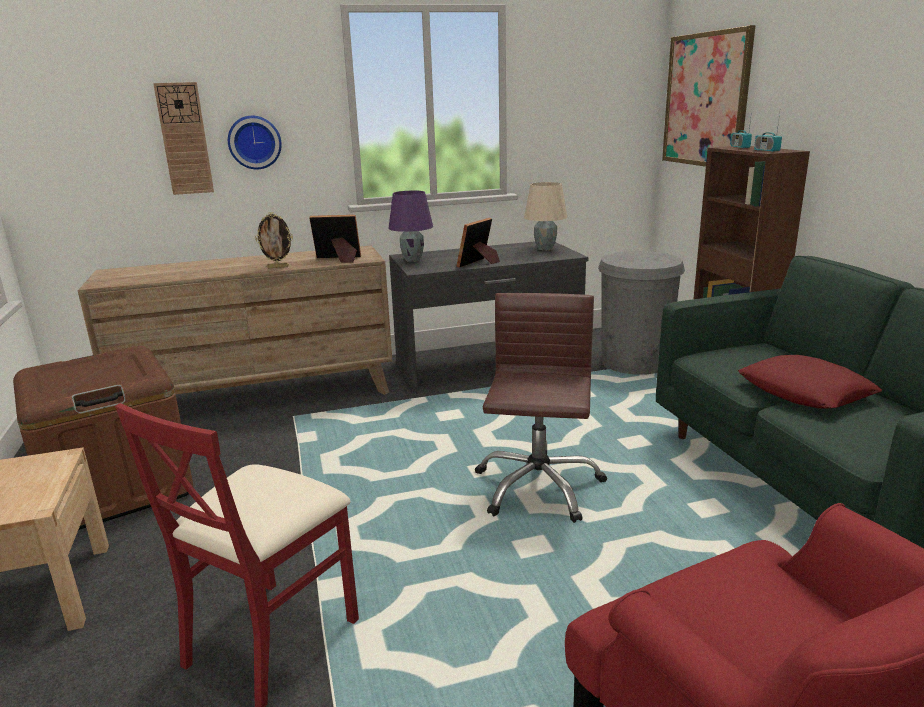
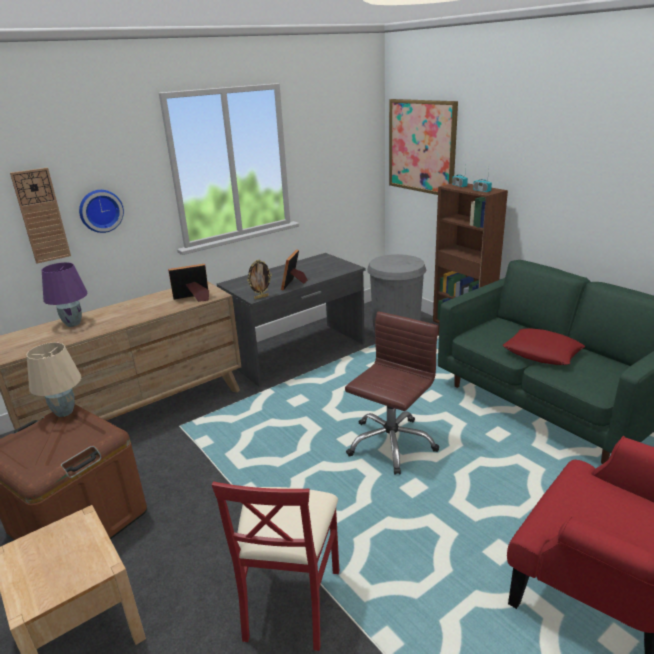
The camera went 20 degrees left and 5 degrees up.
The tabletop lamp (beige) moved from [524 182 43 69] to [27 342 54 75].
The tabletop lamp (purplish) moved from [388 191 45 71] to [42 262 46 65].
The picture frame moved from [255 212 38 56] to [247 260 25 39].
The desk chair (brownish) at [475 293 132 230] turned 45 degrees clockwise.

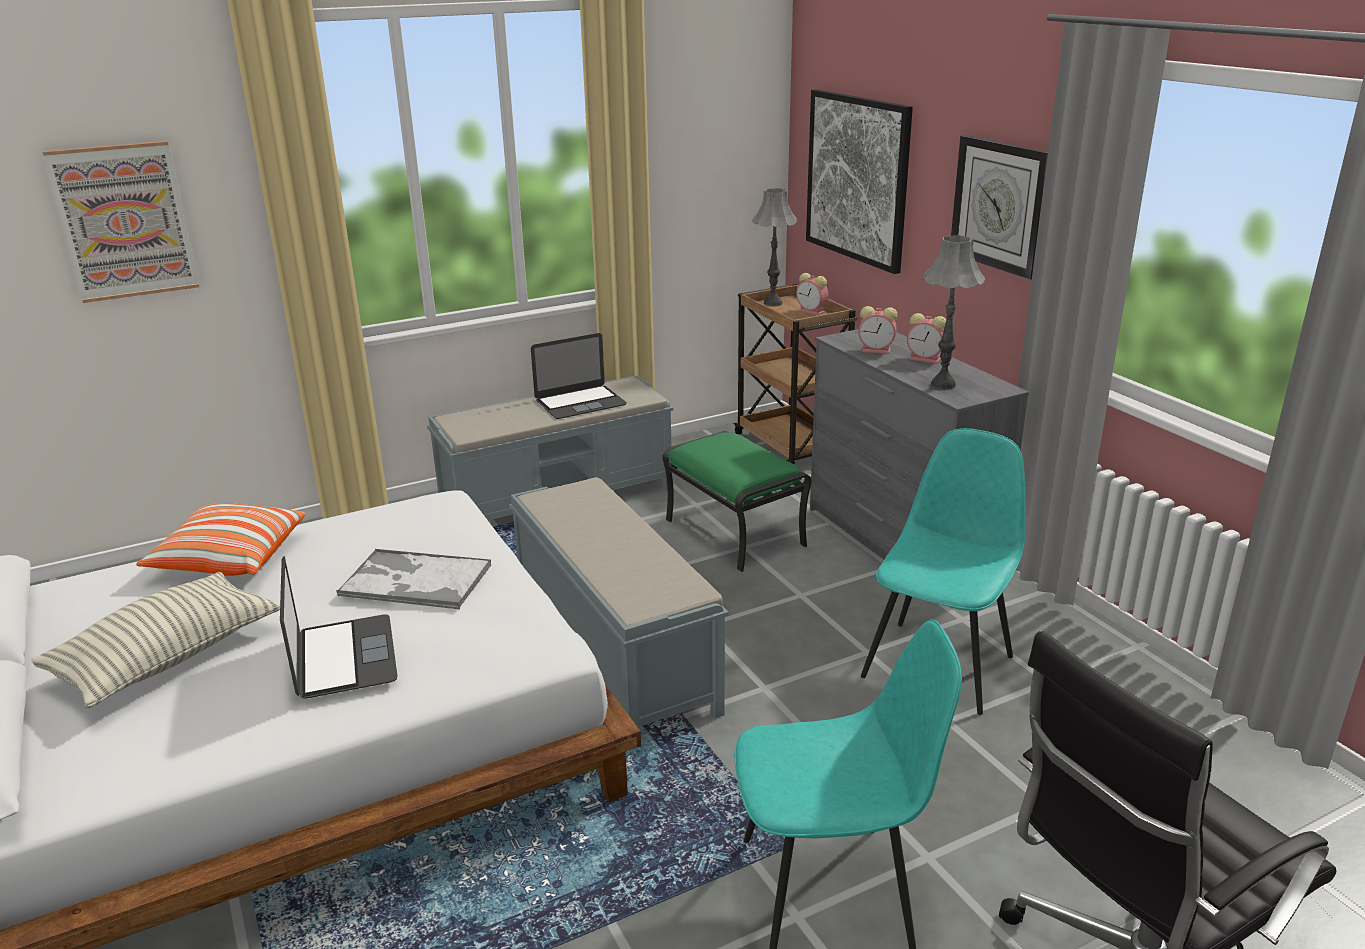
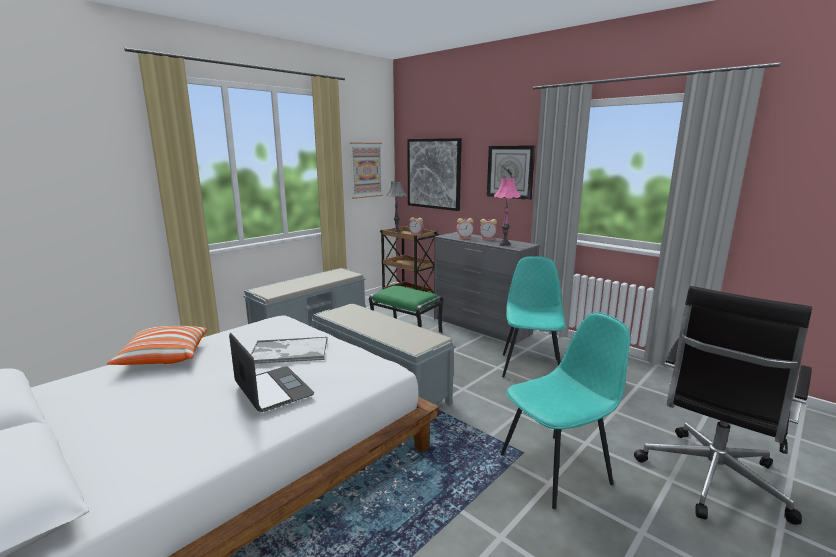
The camera went 20 degrees left and 10 degrees down.
The picture moved from [43 141 156 162] to [350 143 33 56].
The tabletop lamp (greyish) at [923 235 62 155] became the tabletop lamp (pinkish) at [494 178 27 68].
The notebook computer at [531 333 96 86] disappeared.
The cushion at [31 572 249 136] disappeared.

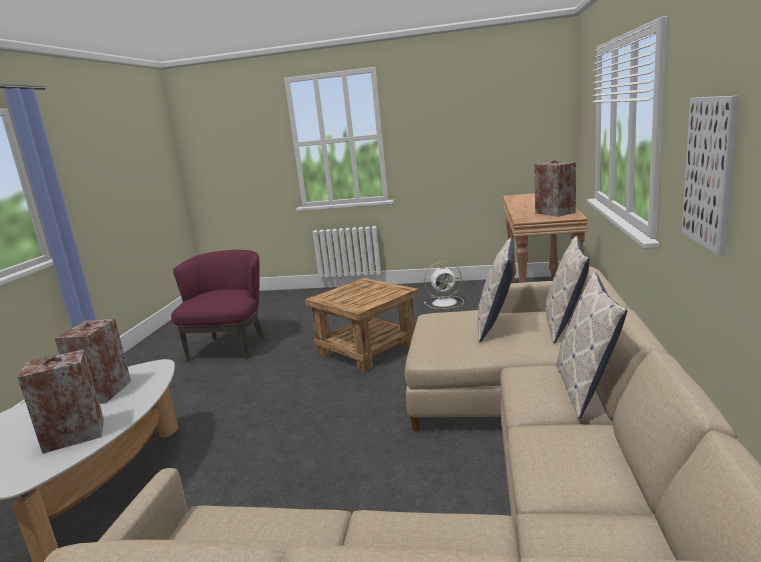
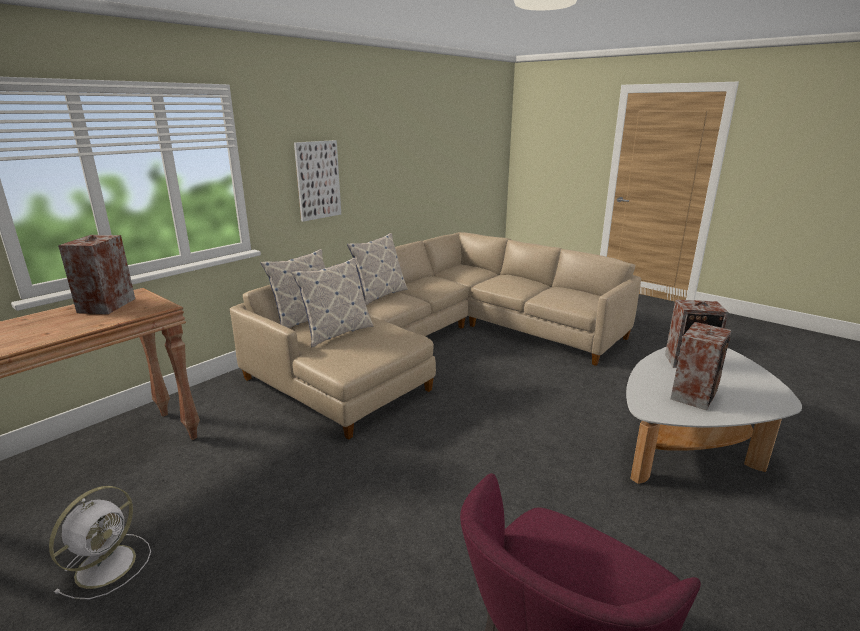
The camera went 150 degrees left and 5 degrees up.
The cooling fan (whitish) at [424 261 40 48] turned 90 degrees clockwise.
The end table (brownish) at [305 278 114 93] disappeared.

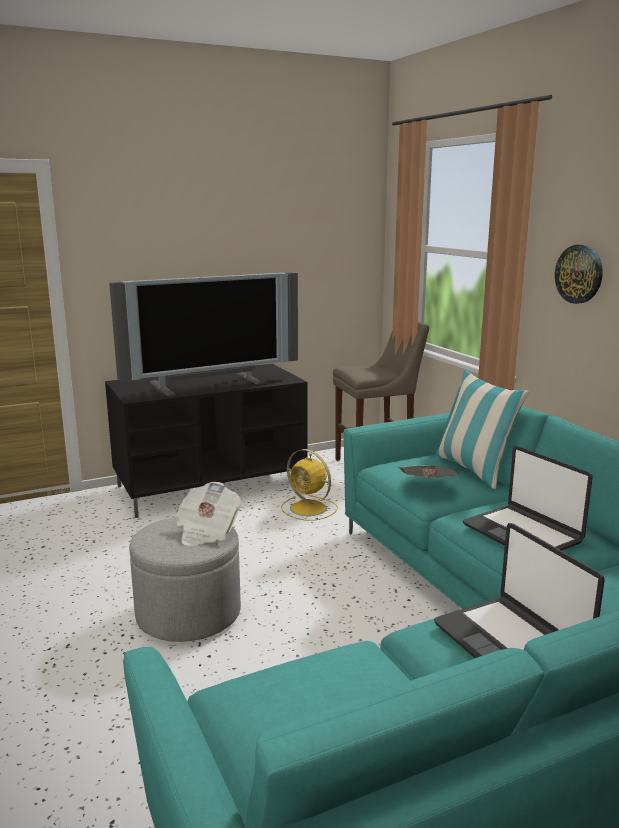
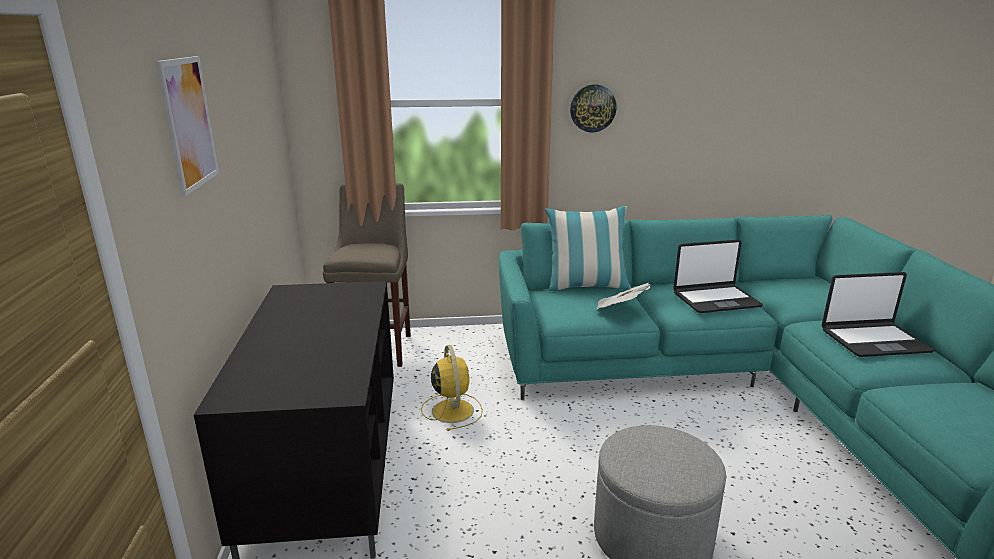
The camera went 70 degrees left and 5 degrees up.
The television at [109 272 189 124] disappeared.
The cooling fan (yellowish) at [281 449 57 72] turned 75 degrees counterclockwise.
The daily paper at [176 482 66 64] disappeared.
The picture at [156 56 63 140] appeared.

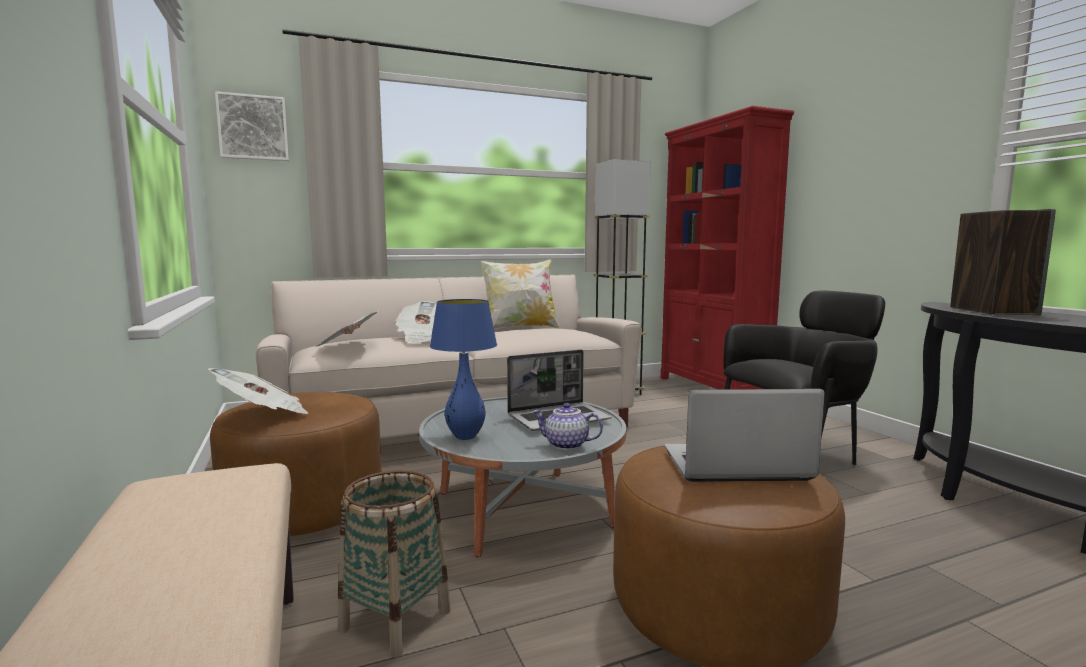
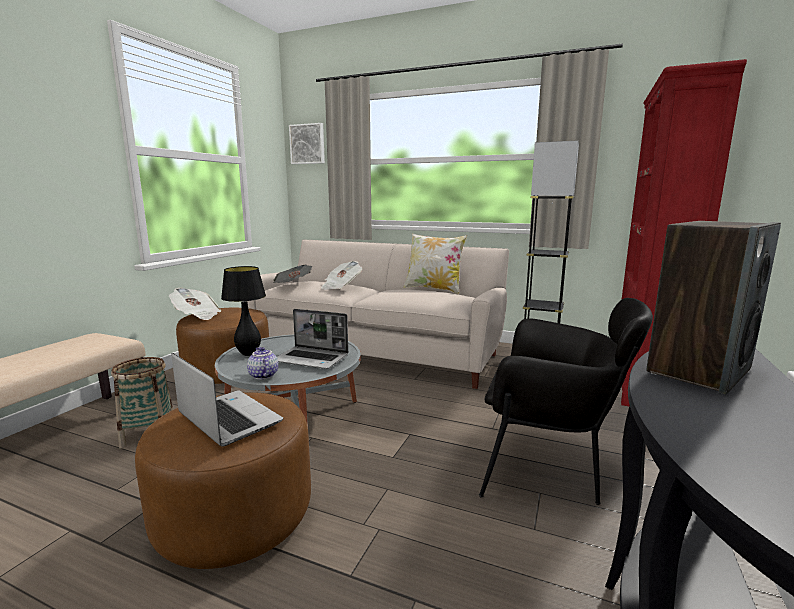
The camera went 45 degrees right and 5 degrees up.
The tabletop lamp (blue) at [430 299 67 141] became the tabletop lamp (blackish) at [221 266 45 90].

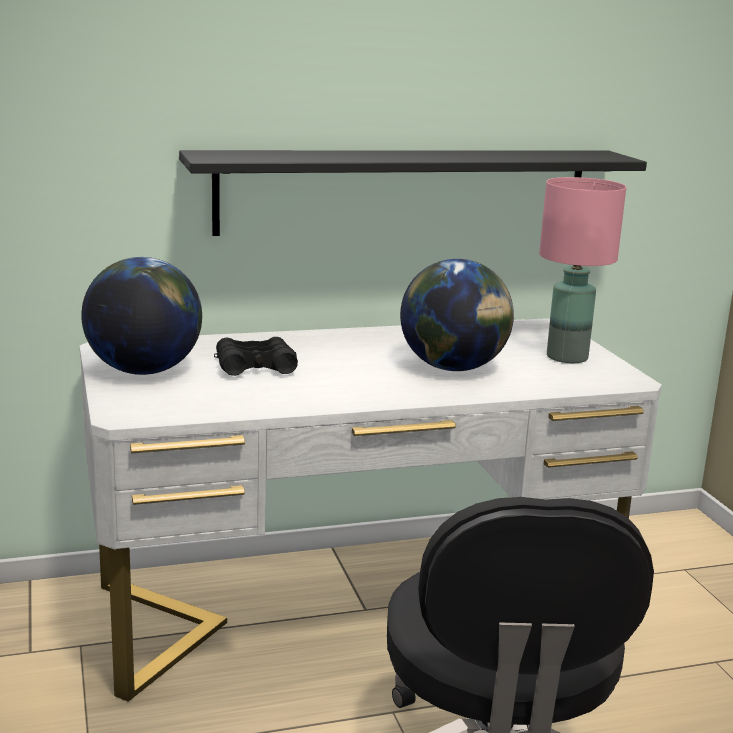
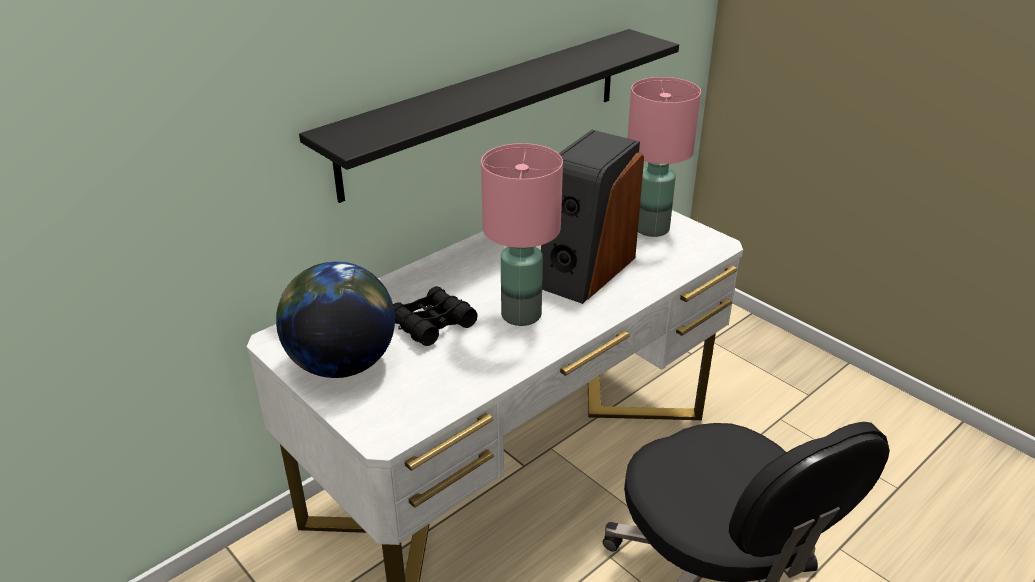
The camera went 25 degrees left and 15 degrees up.
The desk globe at [400 259 114 112] was replaced by the loudspeaker at [541 130 103 174].
The tabletop lamp (pinkish) at [481 143 82 183] appeared.

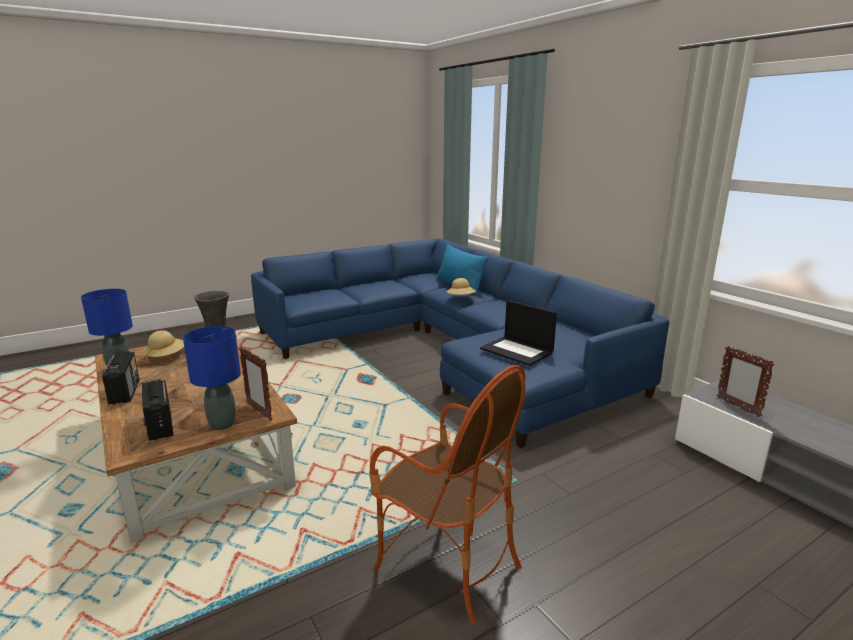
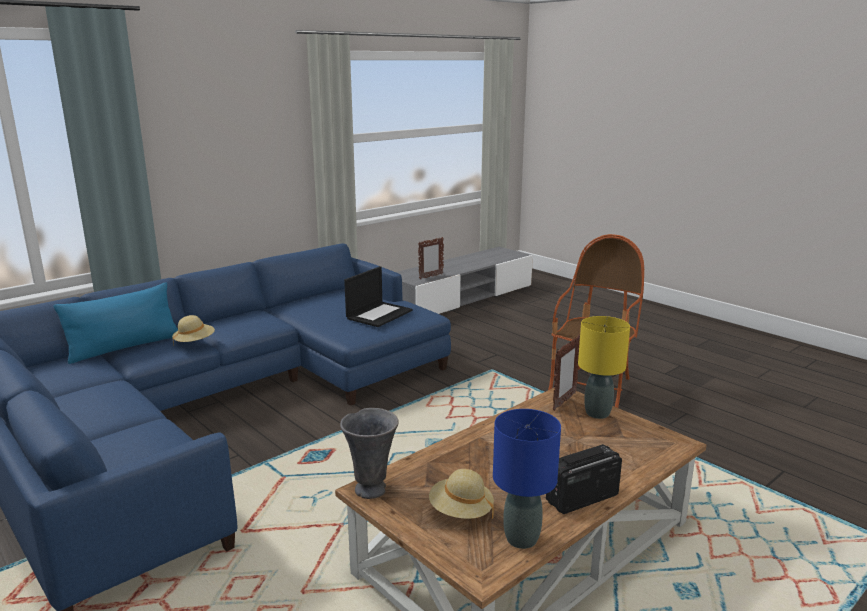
The camera went 100 degrees left and 0 degrees up.
The tabletop lamp (blue) at [183 326 58 104] became the tabletop lamp (yellowish) at [578 316 52 103].
The radio receiver at [142 379 31 62] disappeared.

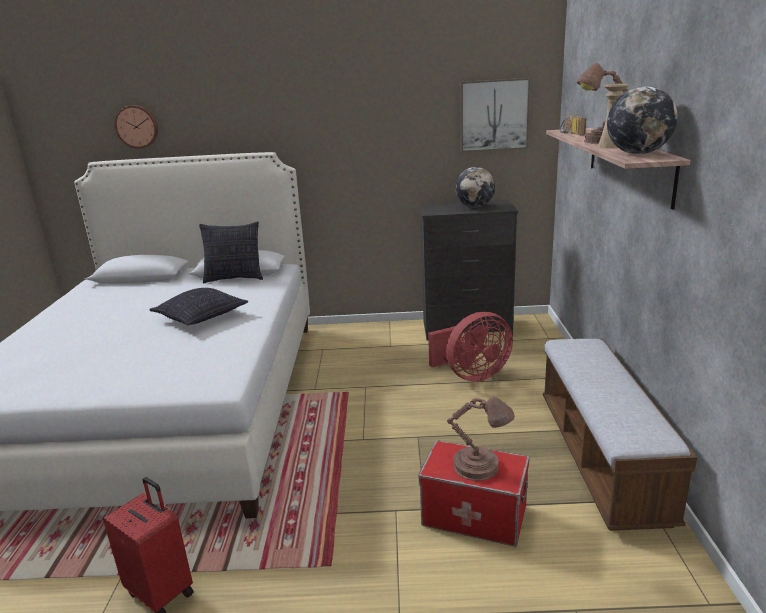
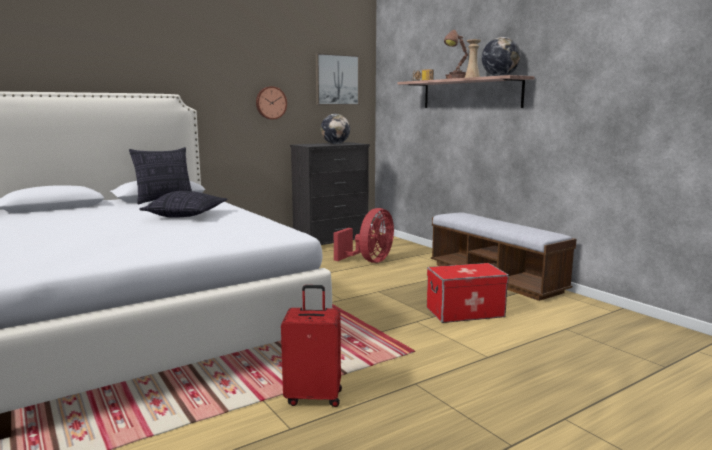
The camera went 35 degrees left and 10 degrees down.
The clock on the wall moved from [114 105 44 44] to [256 86 31 34].
The tabletop lamp (brownish) at [447 396 68 85] disappeared.

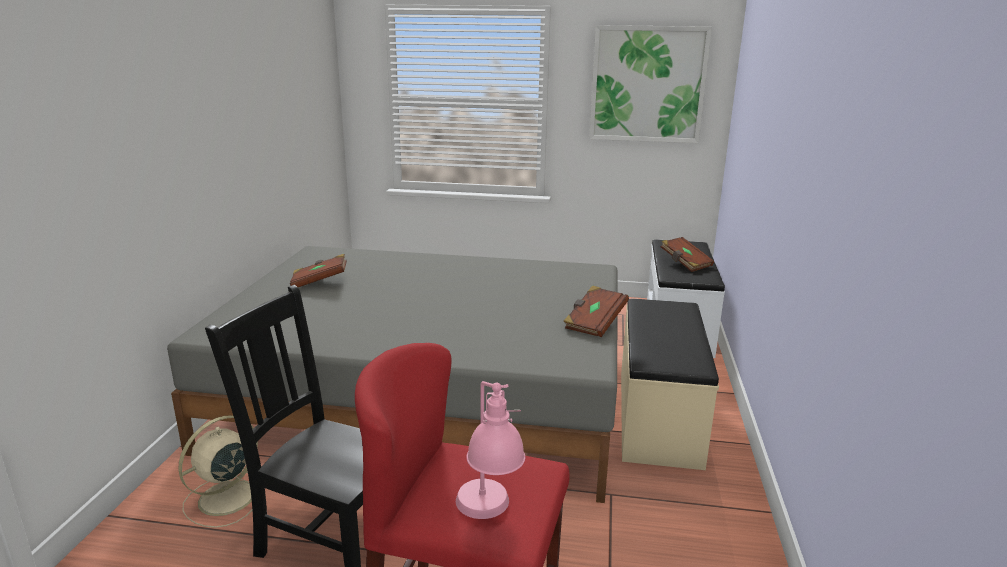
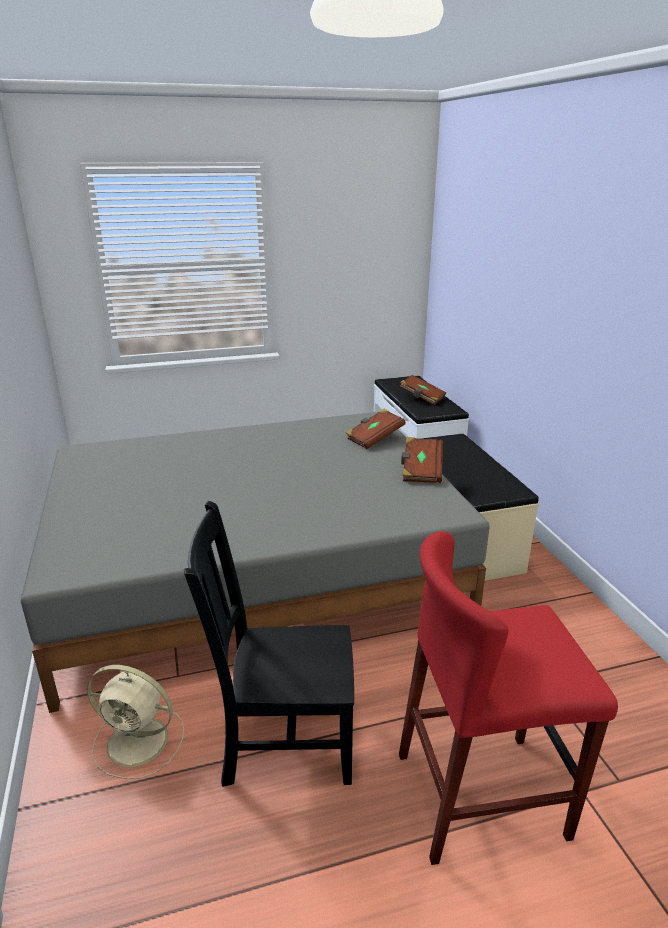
The camera went 25 degrees left and 5 degrees up.
The picture at [589 25 123 118] disappeared.
The bound book (brownish) moved from [290 254 57 33] to [346 409 60 40].
The tabletop lamp (pinkish) at [456 381 69 138] disappeared.
The cooling fan (beige) at [178 415 80 113] turned 90 degrees counterclockwise.

